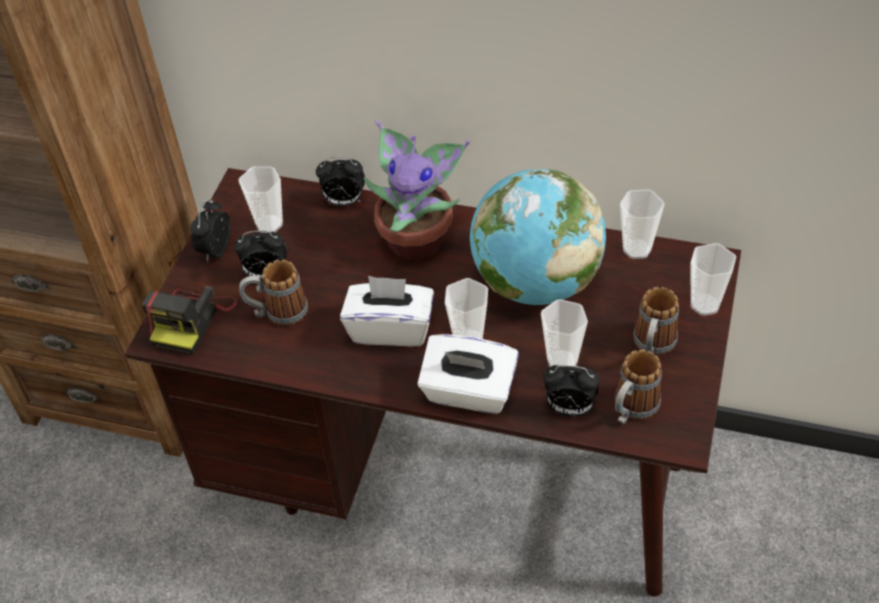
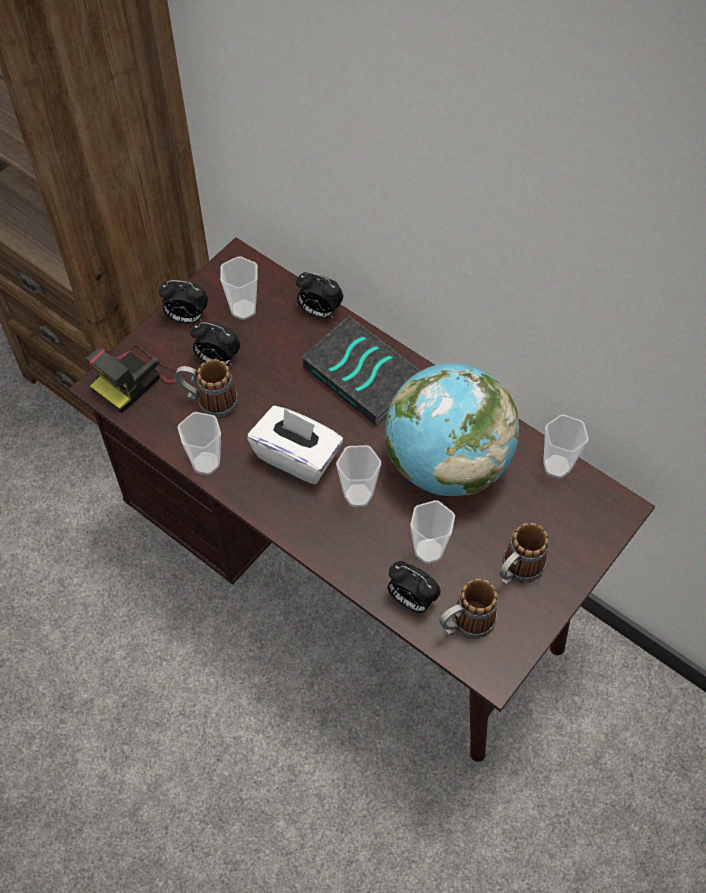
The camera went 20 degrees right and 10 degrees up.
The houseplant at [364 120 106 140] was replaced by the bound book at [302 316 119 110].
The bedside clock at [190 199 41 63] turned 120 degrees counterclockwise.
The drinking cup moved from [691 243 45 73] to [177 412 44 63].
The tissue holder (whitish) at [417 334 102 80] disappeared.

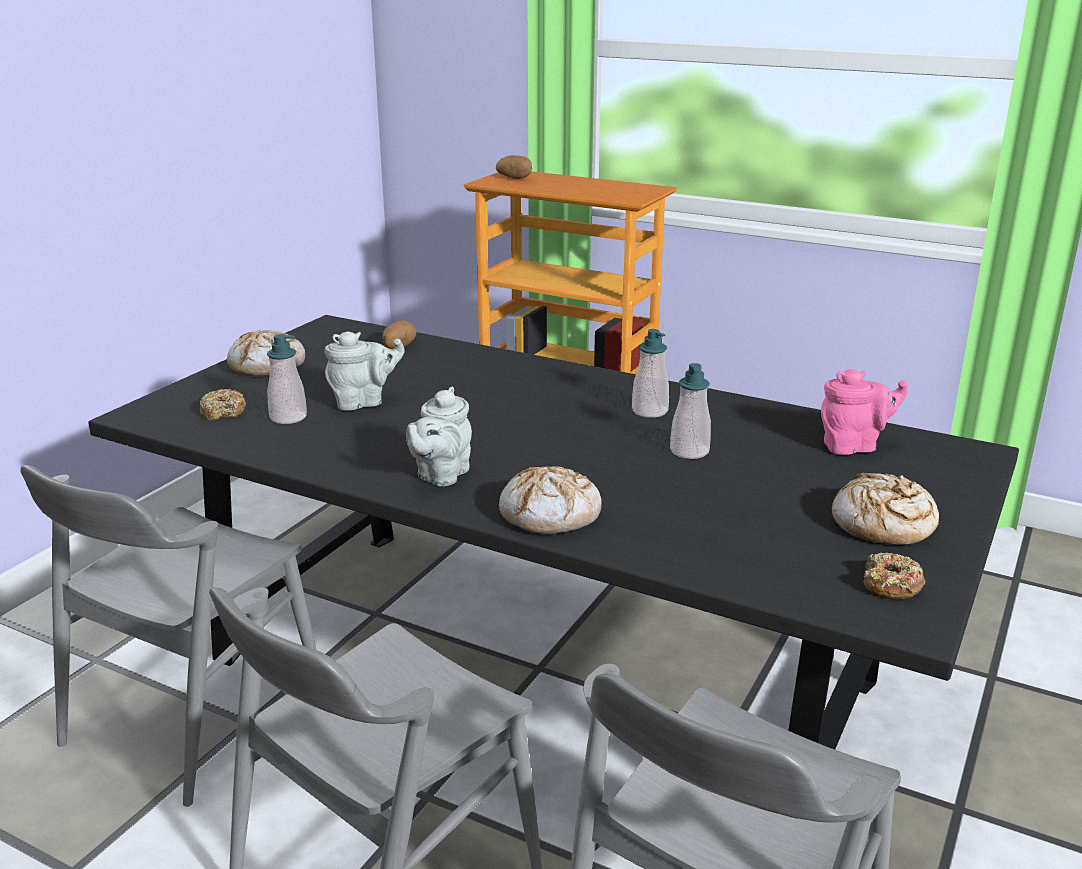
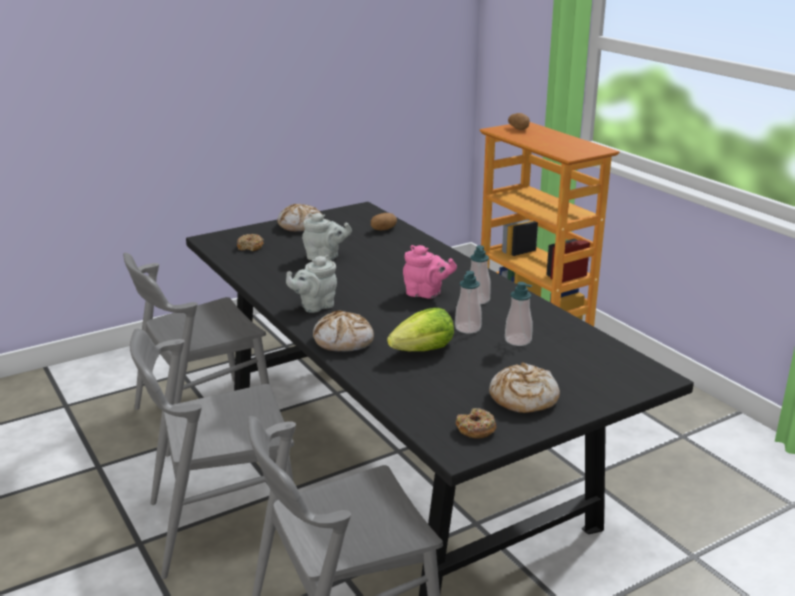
The camera went 30 degrees right and 0 degrees up.
The soap dispenser moved from [267 334 40 90] to [505 282 27 64].
The pot for tea (pinkish) moved from [821 369 86 86] to [403 245 54 54].
The head of lettuce at [387 308 67 43] appeared.

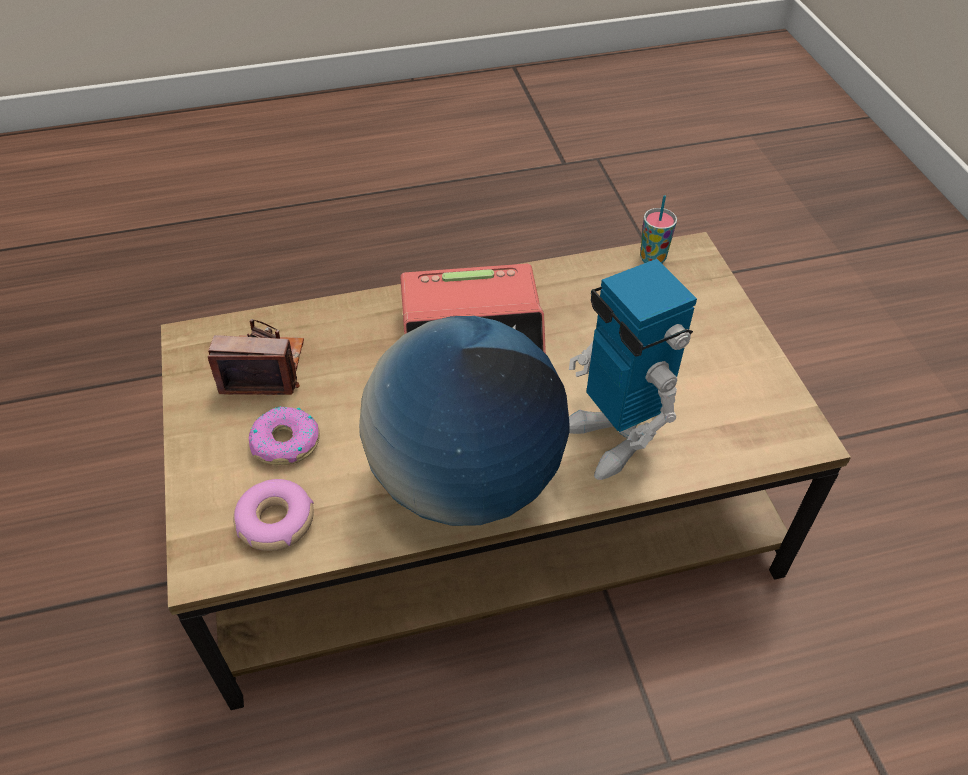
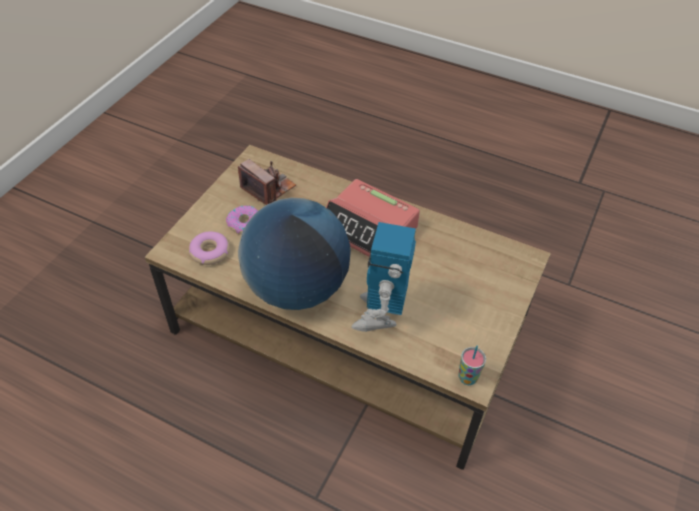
The camera went 40 degrees right and 0 degrees up.
The drinking cup moved from [640 195 37 68] to [458 345 28 40].

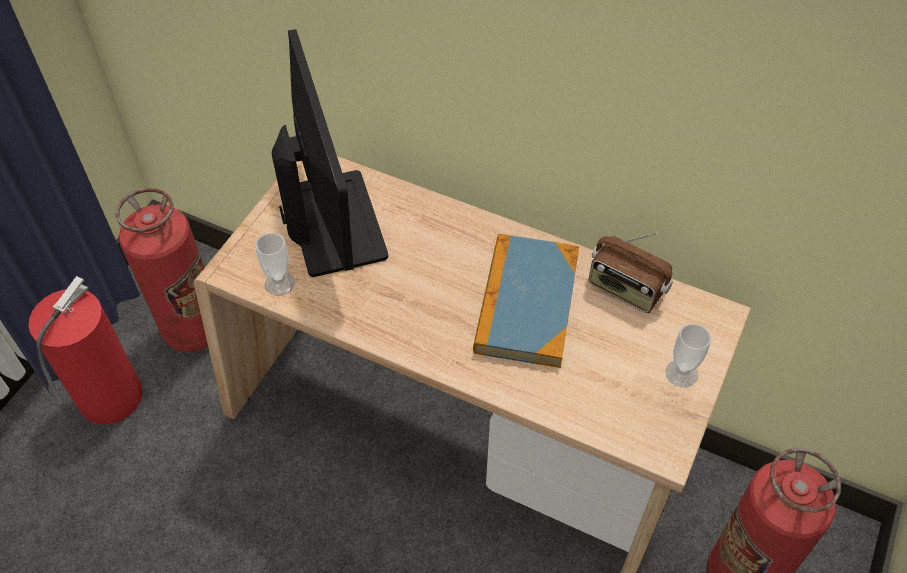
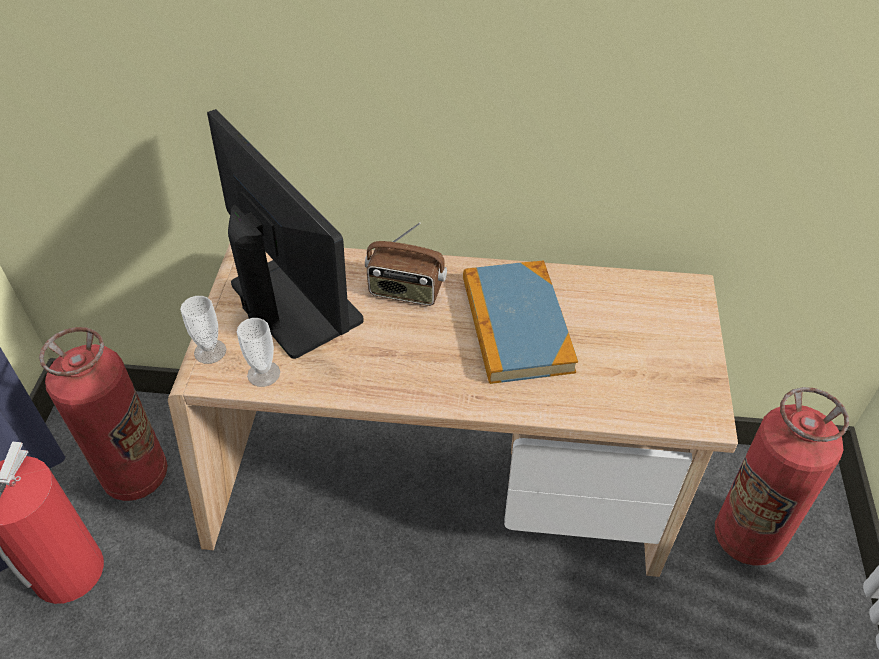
The camera went 20 degrees left and 5 degrees down.
The radio receiver moved from [589 233 84 80] to [365 222 82 84].
The drinking cup moved from [665 324 46 64] to [180 296 46 68].

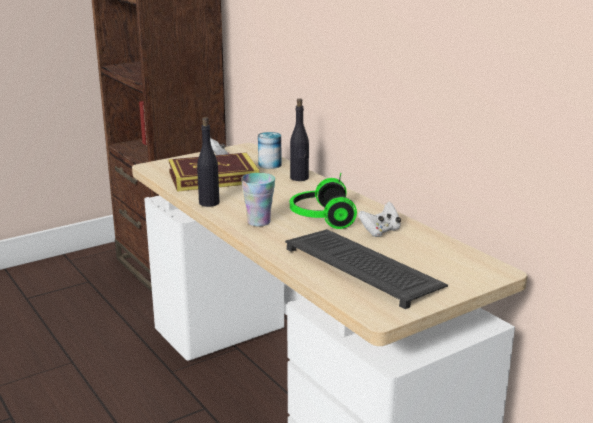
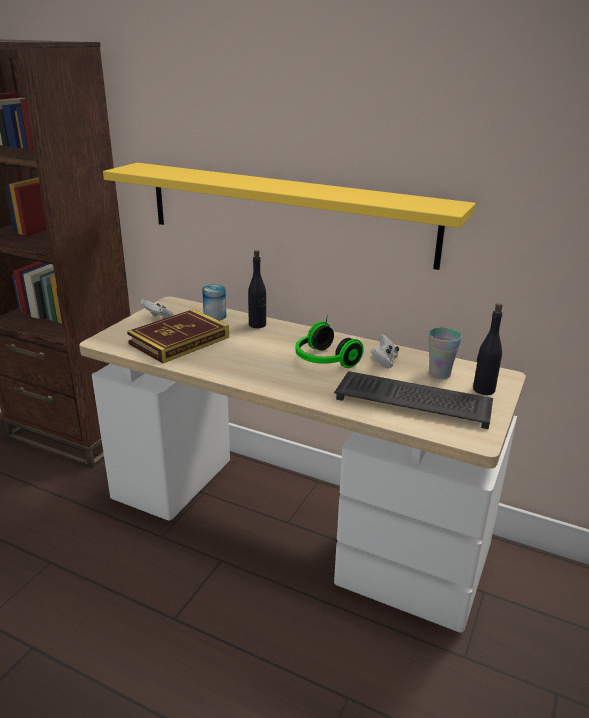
The camera went 30 degrees left and 5 degrees up.
The bottle (blackish) moved from [197 117 22 90] to [473 303 30 92].
The drinking cup moved from [241 173 34 53] to [428 327 34 52].
The shelf (yellowish) at [103 163 373 107] appeared.

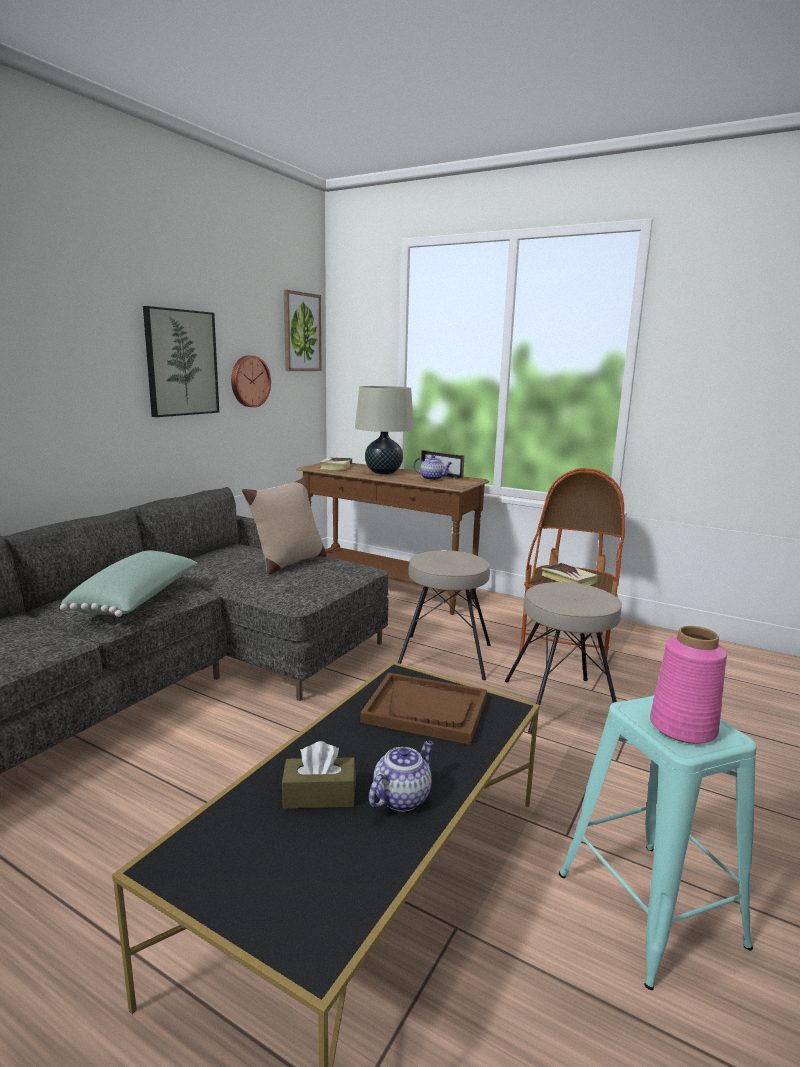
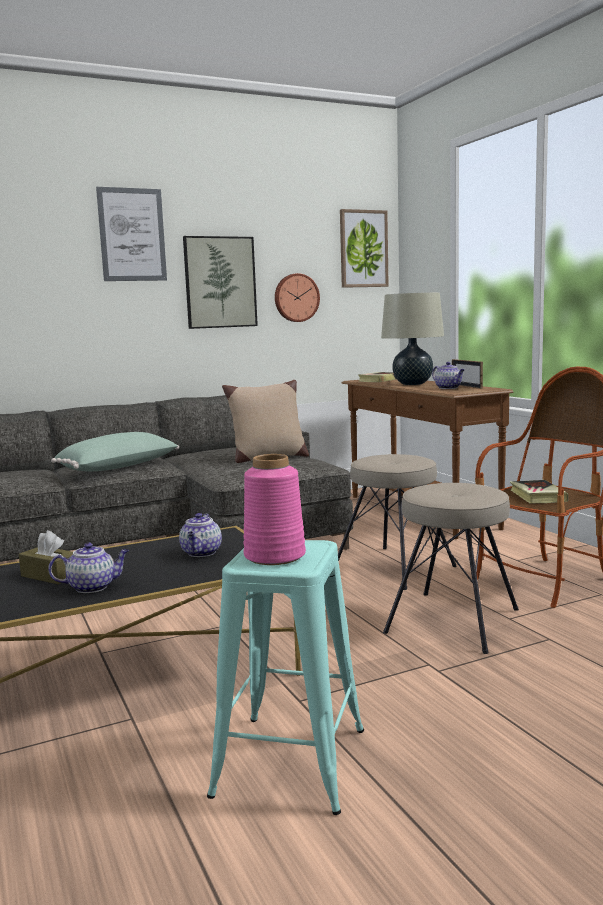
The camera went 35 degrees right and 5 degrees down.
The tray (brownish) at [360 672 127 73] was replaced by the pot for tea at [179 513 43 44].
The picture at [96 187 71 94] appeared.

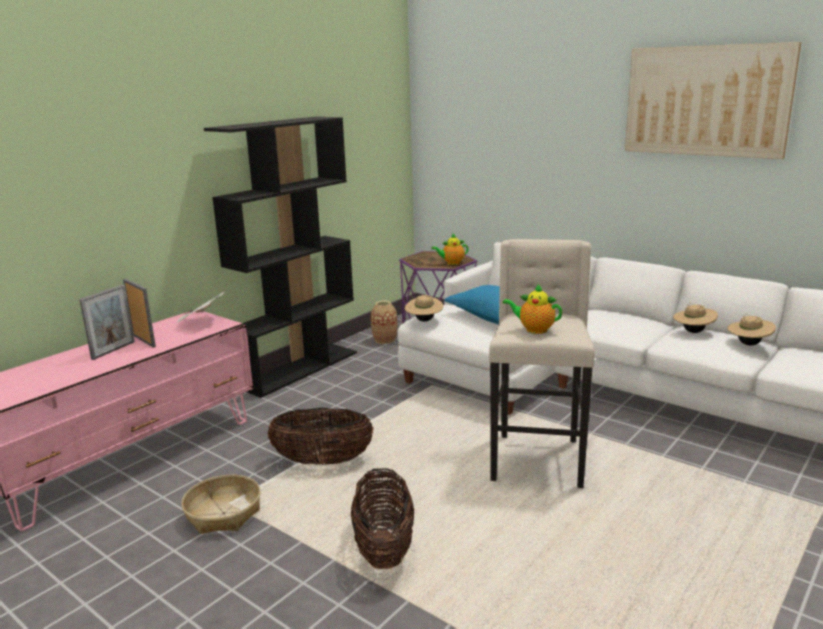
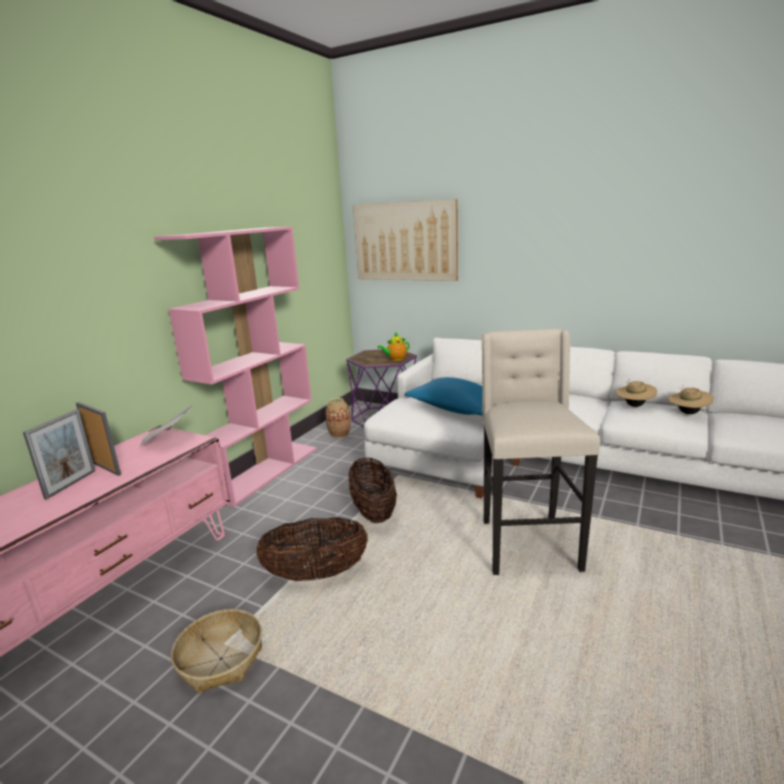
The camera went 10 degrees left and 0 degrees up.
The picture moved from [625 42 176 117] to [353 199 105 82].
The shelving unit (blackish) at [204 117 153 281] became the shelving unit (pinkish) at [154 227 163 280].
The pot for tea at [502 283 60 51] disappeared.
The wearable hat (beige) at [405 295 38 27] disappeared.
The storage basket moved from [351 468 63 101] to [348 458 49 65].

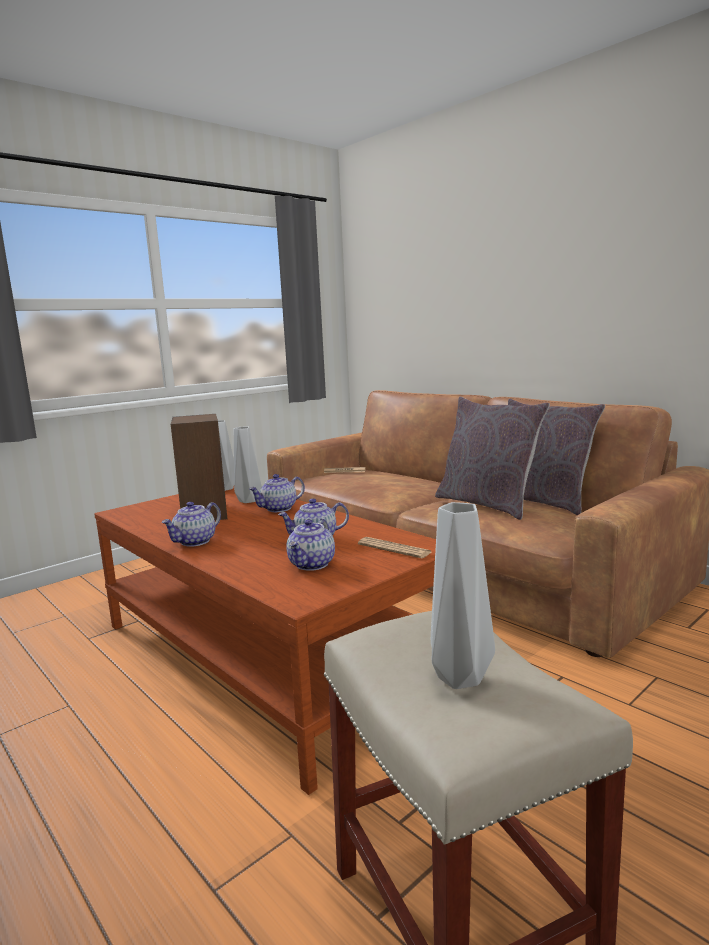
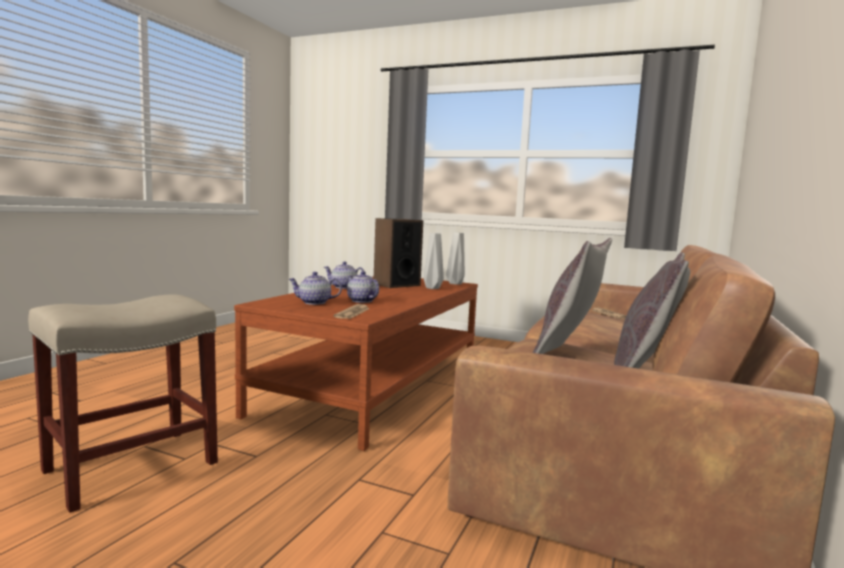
The camera went 65 degrees right and 5 degrees down.
The pot for tea at [249 474 56 38] disappeared.
The flower vase (greyish) at [431 502 64 187] disappeared.

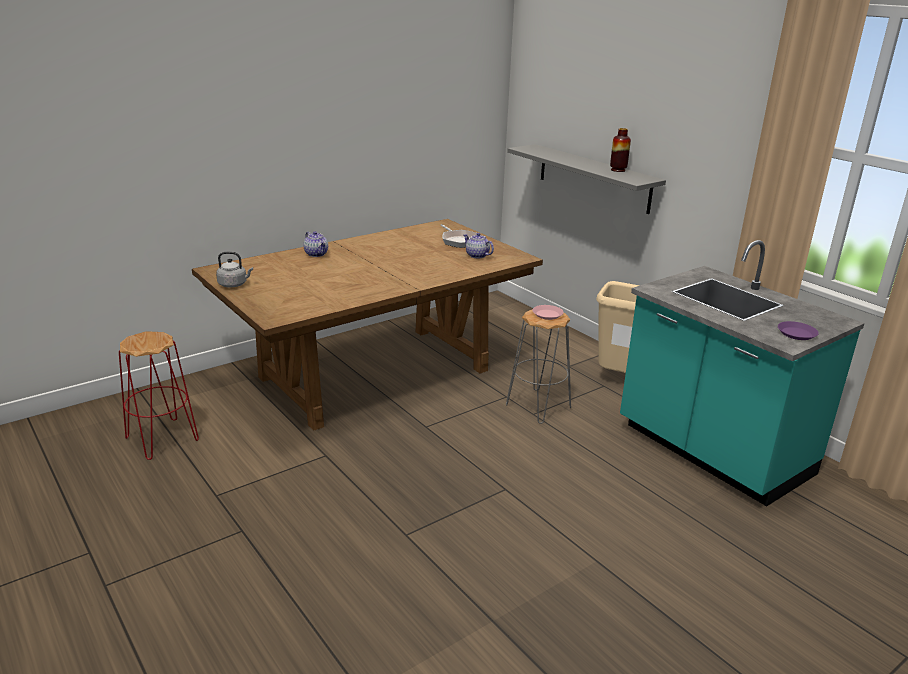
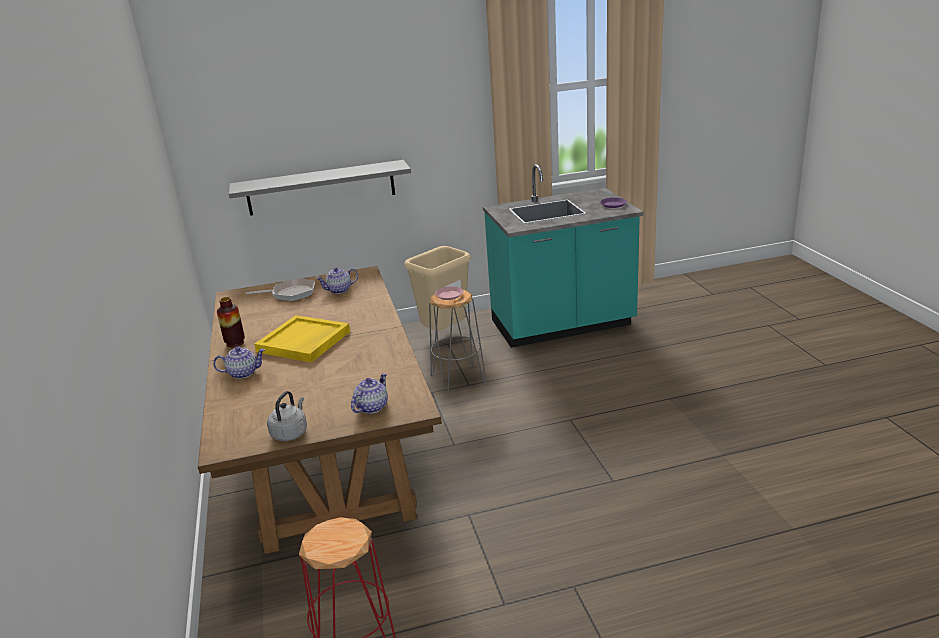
The camera went 65 degrees left and 0 degrees up.
The flower vase moved from [610 128 21 44] to [217 297 28 50].
The tray (yellowish) at [254 315 96 48] appeared.
The pot for tea at [351 373 37 41] appeared.

